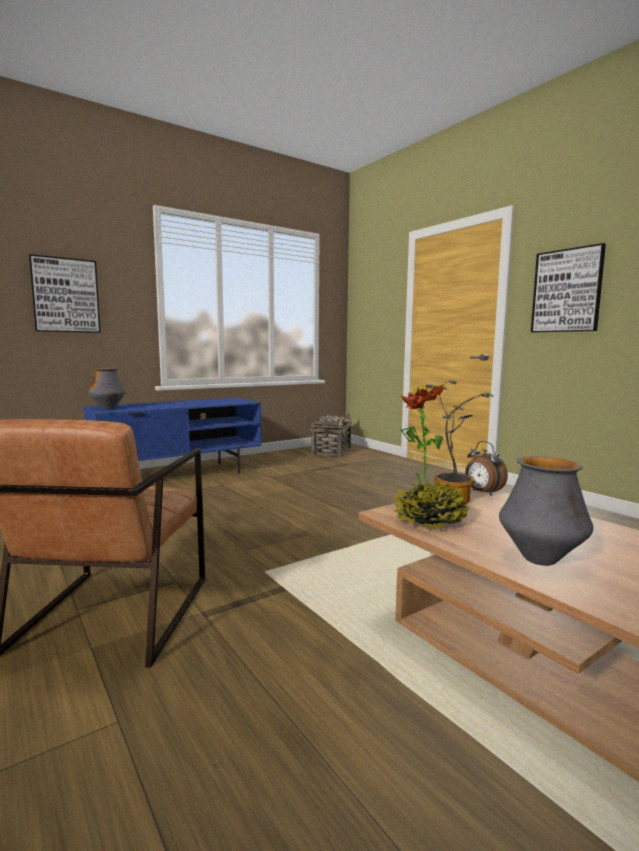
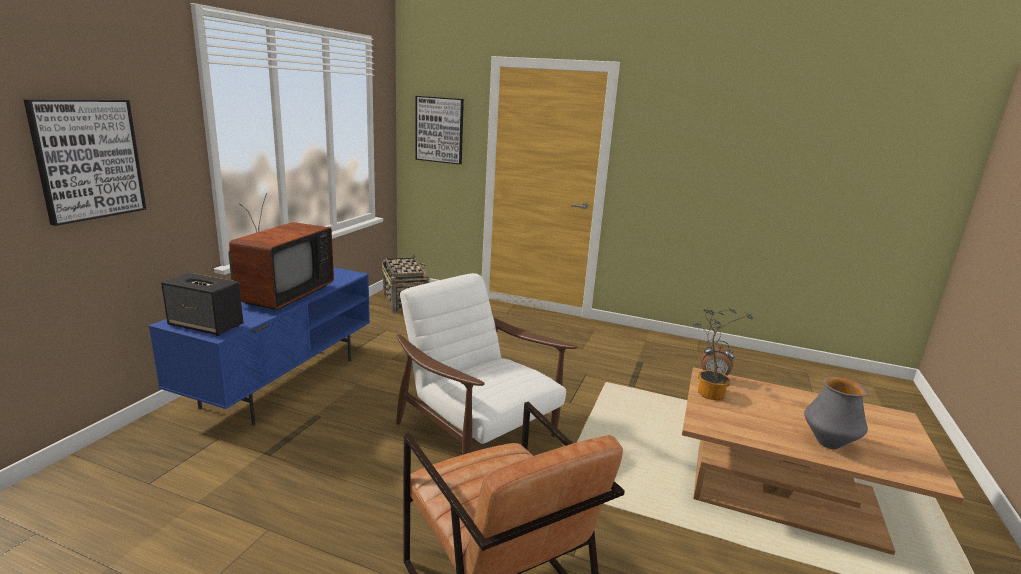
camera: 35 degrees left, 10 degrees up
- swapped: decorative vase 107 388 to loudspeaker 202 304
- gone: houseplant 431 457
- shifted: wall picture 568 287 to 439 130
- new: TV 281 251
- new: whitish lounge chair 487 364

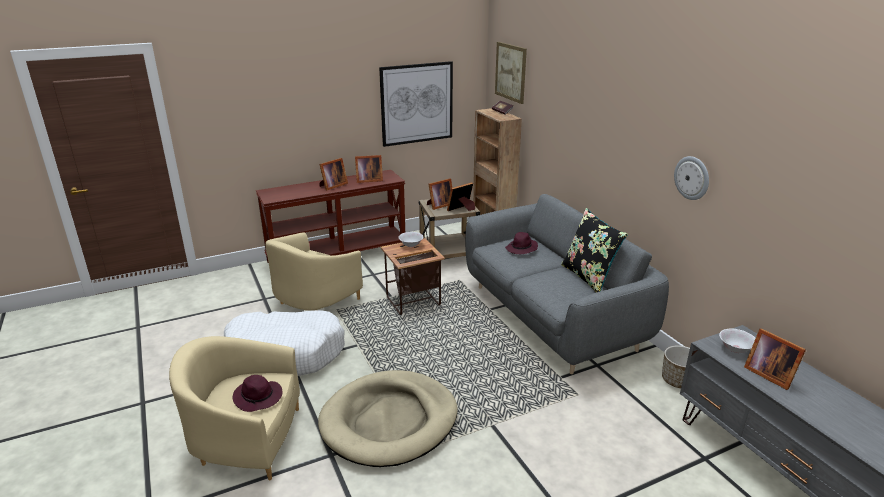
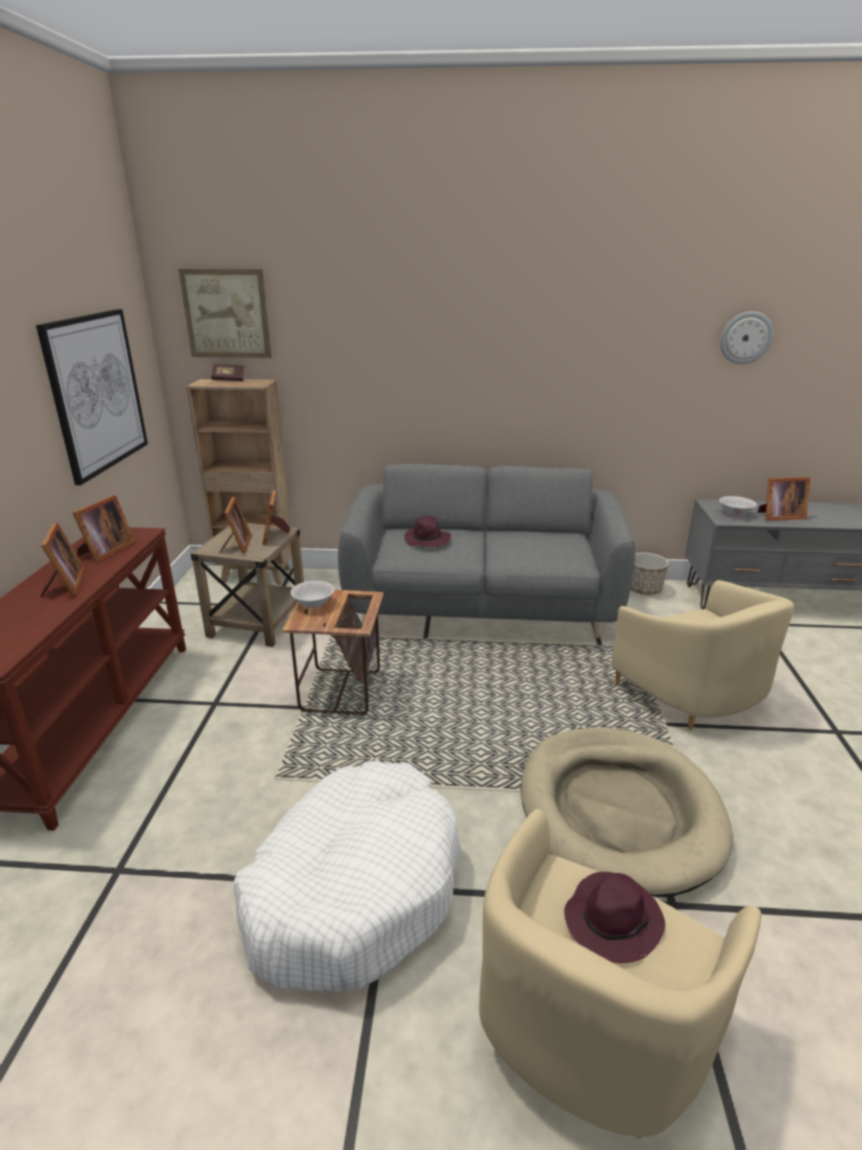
camera: 60 degrees left, 0 degrees up
- shifted: beige lounge chair 314 271 to 702 655
- gone: blackish cushion 594 250
- shifted: hanging clock 691 178 to 747 337

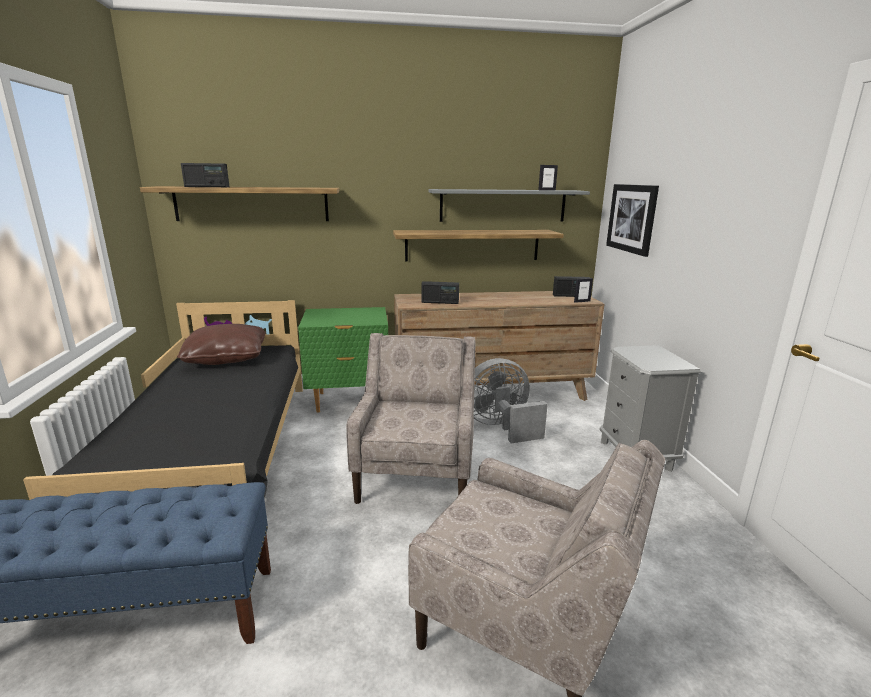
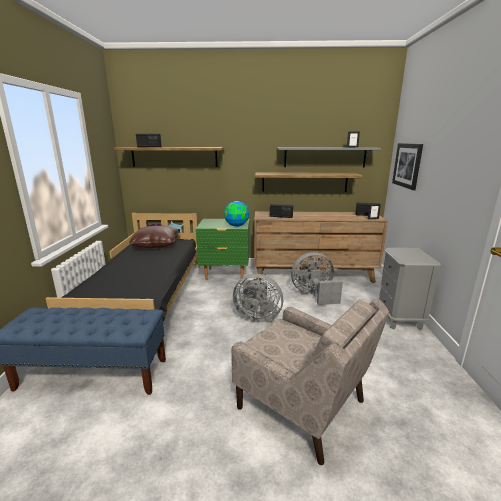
camera: 10 degrees right, 0 degrees up
- swapped: beige lounge chair 411 418 to gray electric fan 258 298
- new: desk globe 236 214

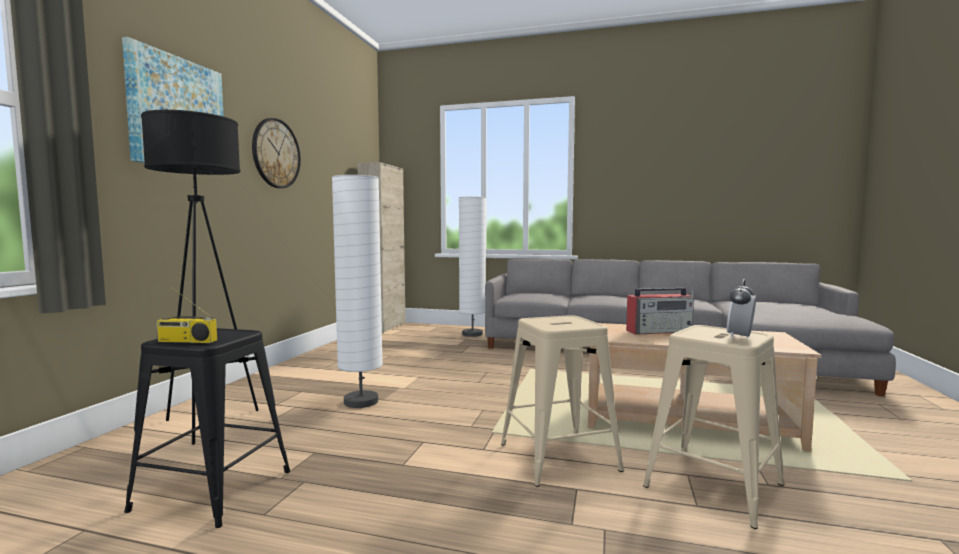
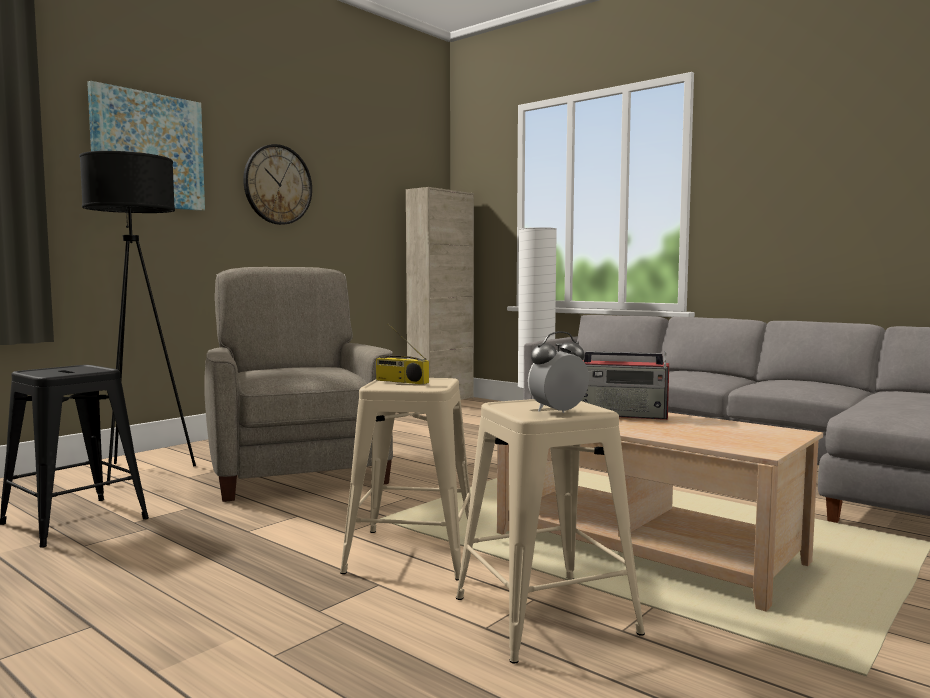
camera: 25 degrees right, 0 degrees up
- shifted: radio set 186 314 to 402 354
- swapped: whitish standard lamp 357 291 to beige lounge chair 298 384

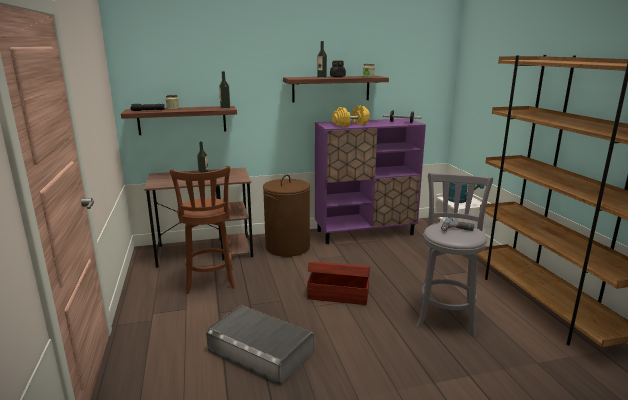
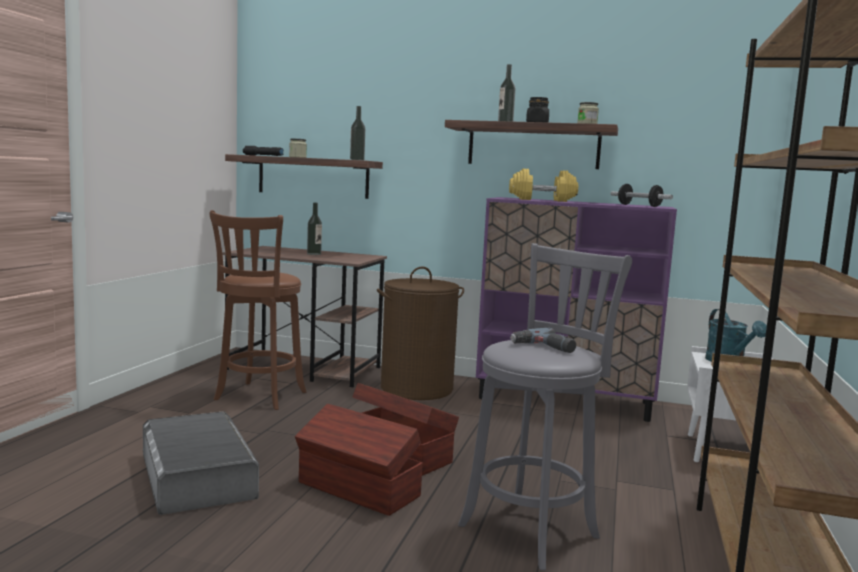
camera: 30 degrees right, 10 degrees down
- new: brown storage box 359 460

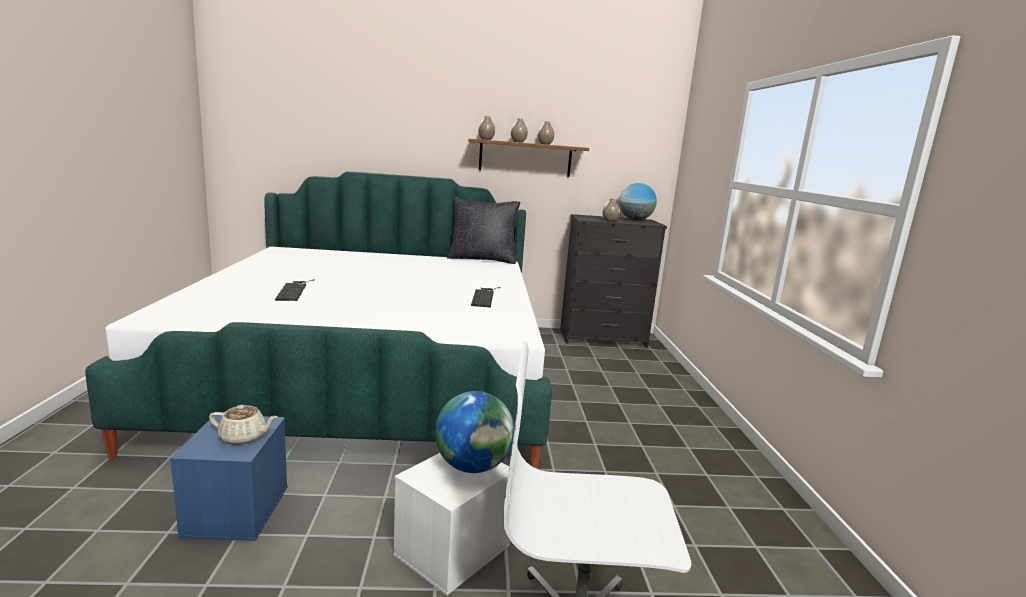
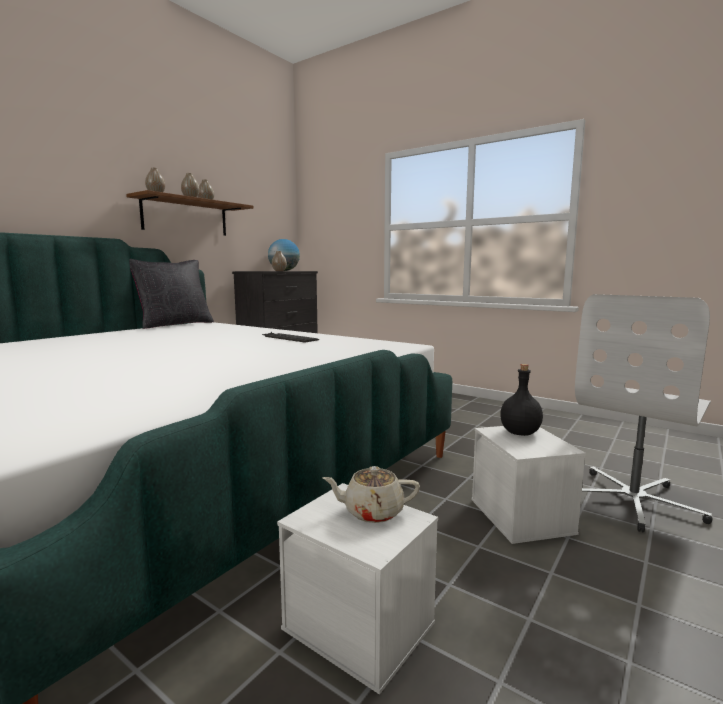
camera: 50 degrees left, 5 degrees down
- repainted: blue-coloured storage box 229 478 to whitish storage box 357 589
- rotated: beige teapot 243 425 = 371 494 135 degrees counterclockwise
- gone: keyboard 294 290
- swapped: desk globe 474 432 to blackish bottle 521 400

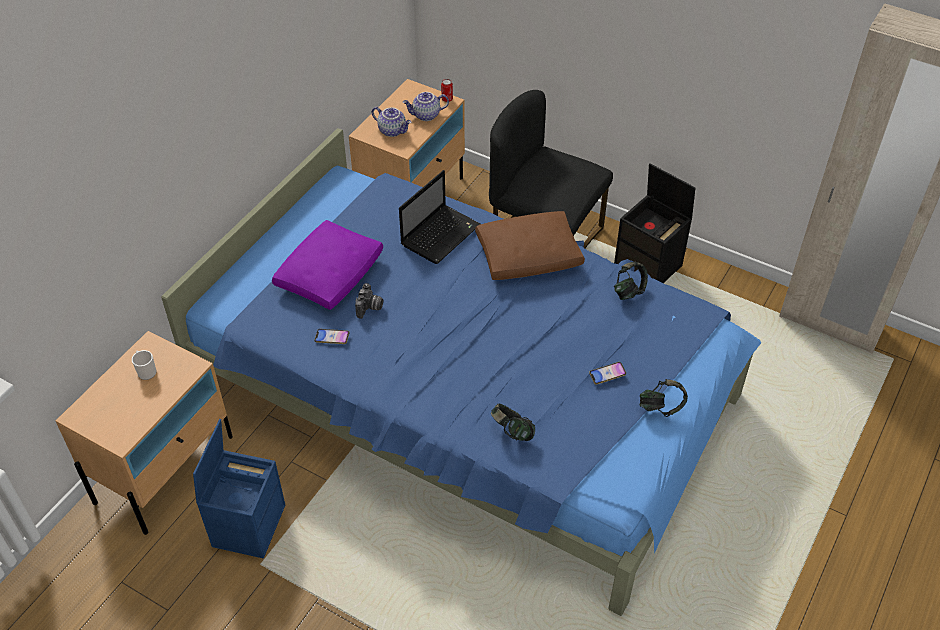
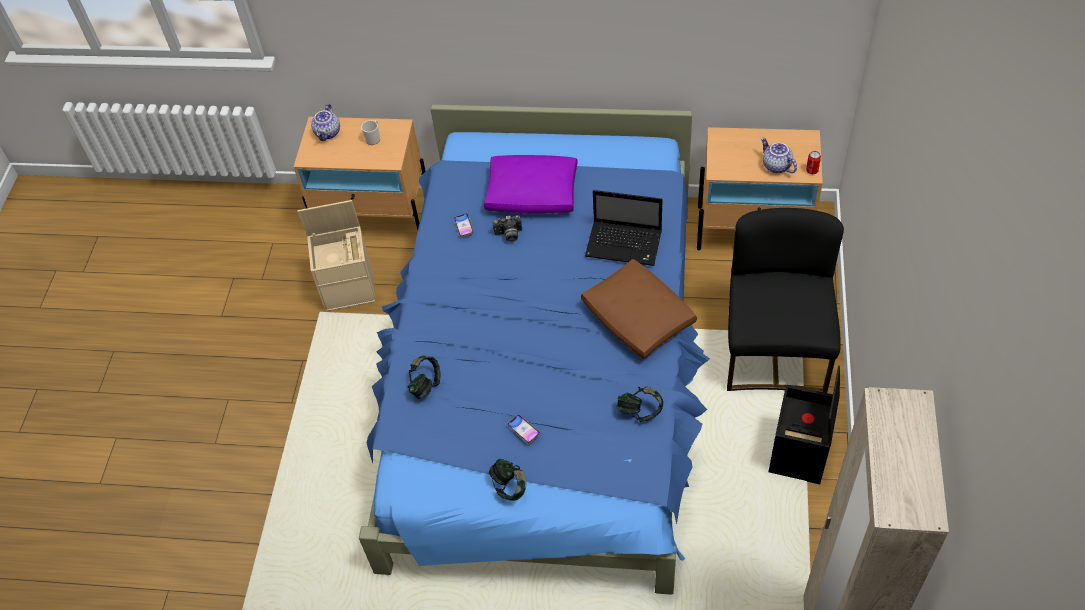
camera: 70 degrees right, 5 degrees up
- repainted: blue-coloured storage box 239 488 to beige storage box 337 256
- shifted: teapot 391 122 to 325 122

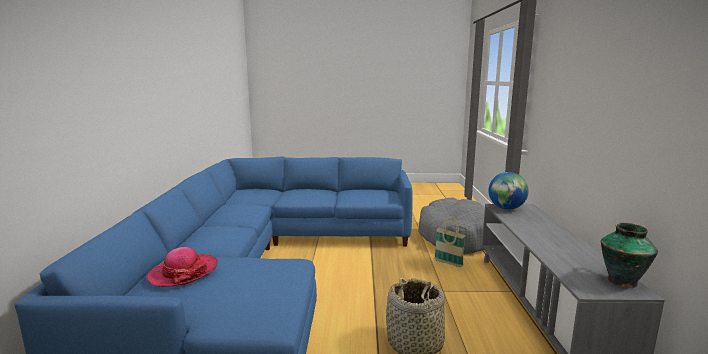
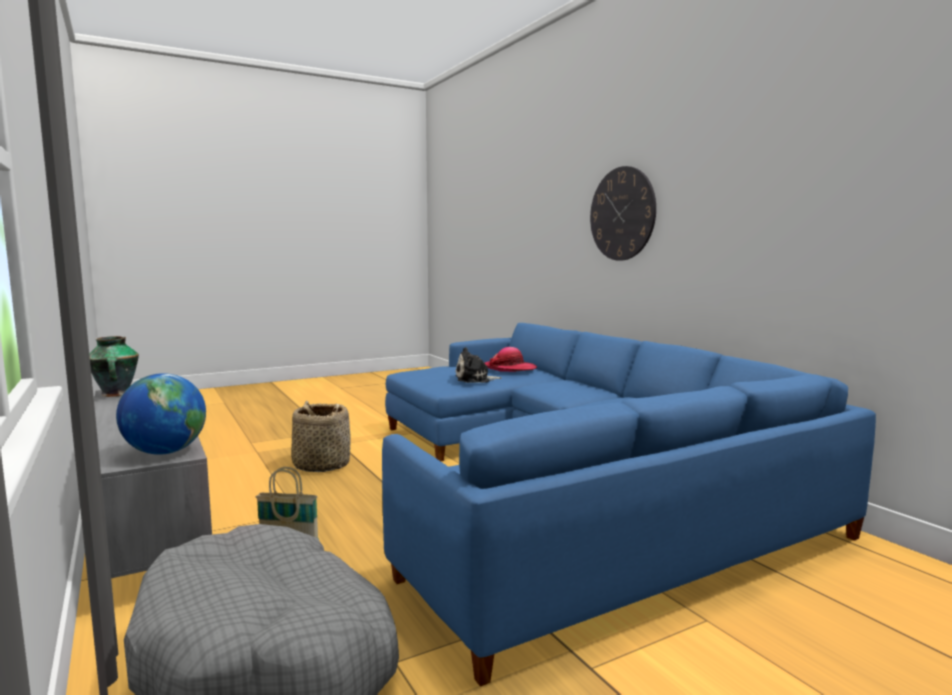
camera: 150 degrees right, 5 degrees down
- new: soft toy 478 365
- new: hanging clock 623 213

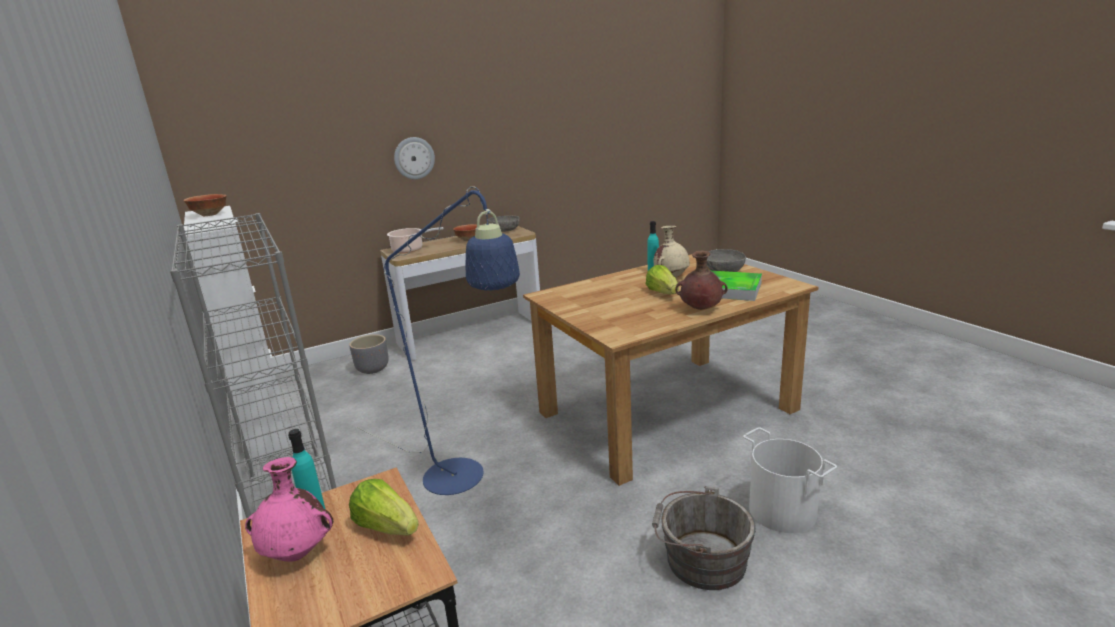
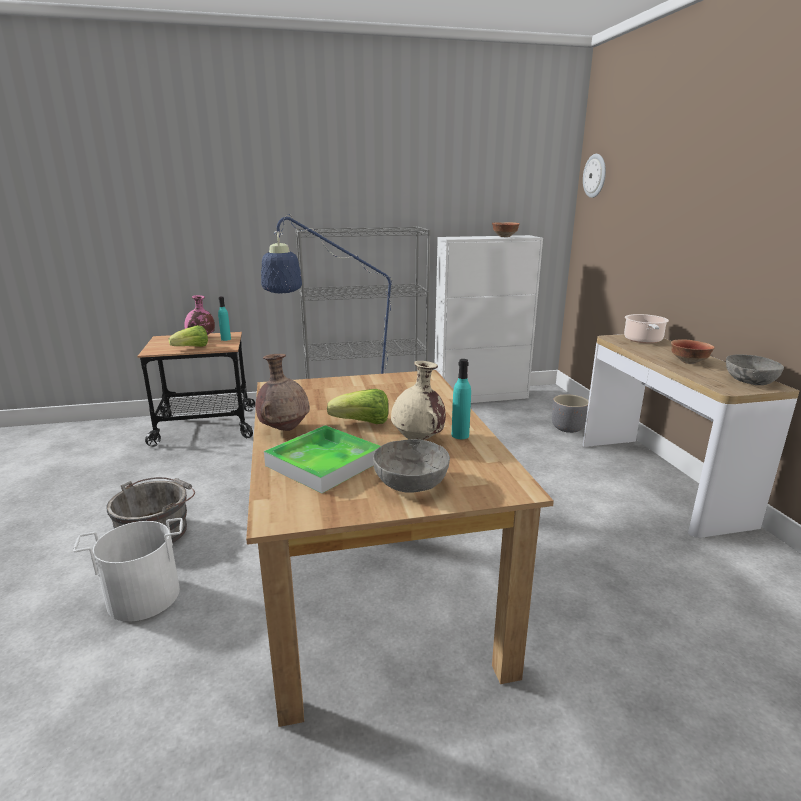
camera: 105 degrees right, 0 degrees up
- shifted: hanging clock 414 158 to 594 176

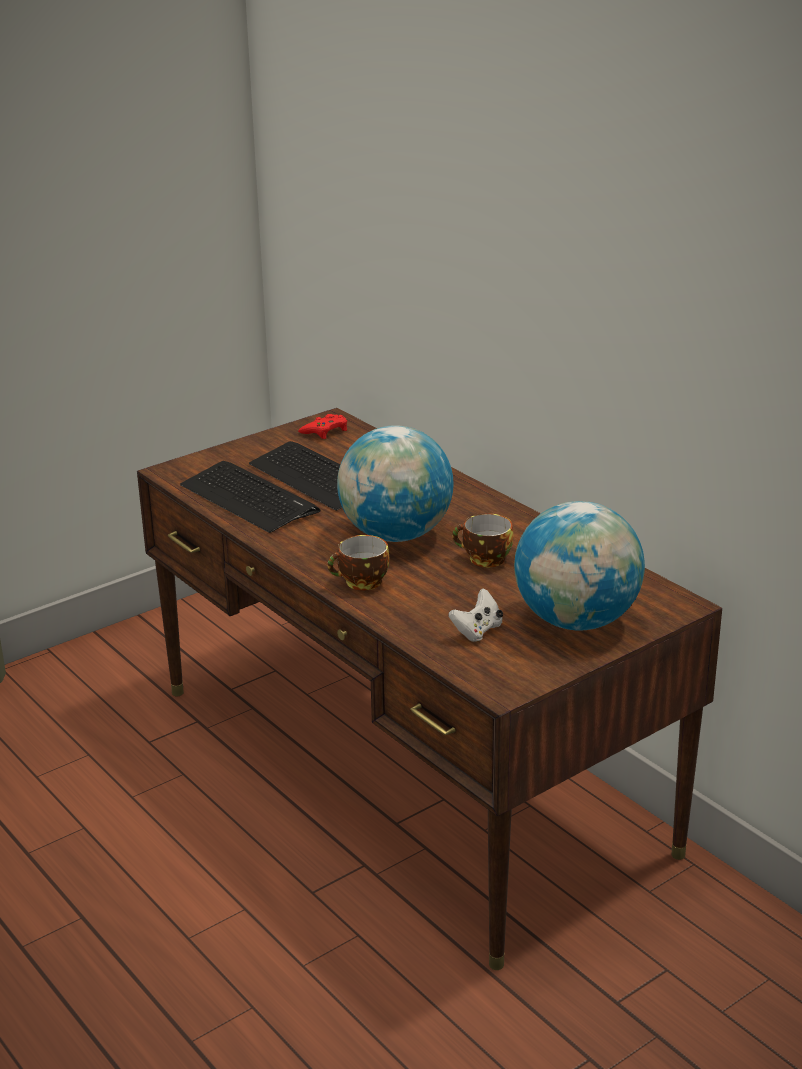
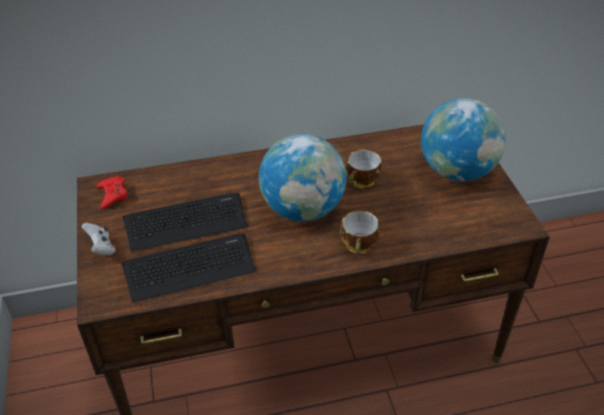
camera: 65 degrees left, 15 degrees up
- shifted: whitish game controller 476 615 to 99 239

